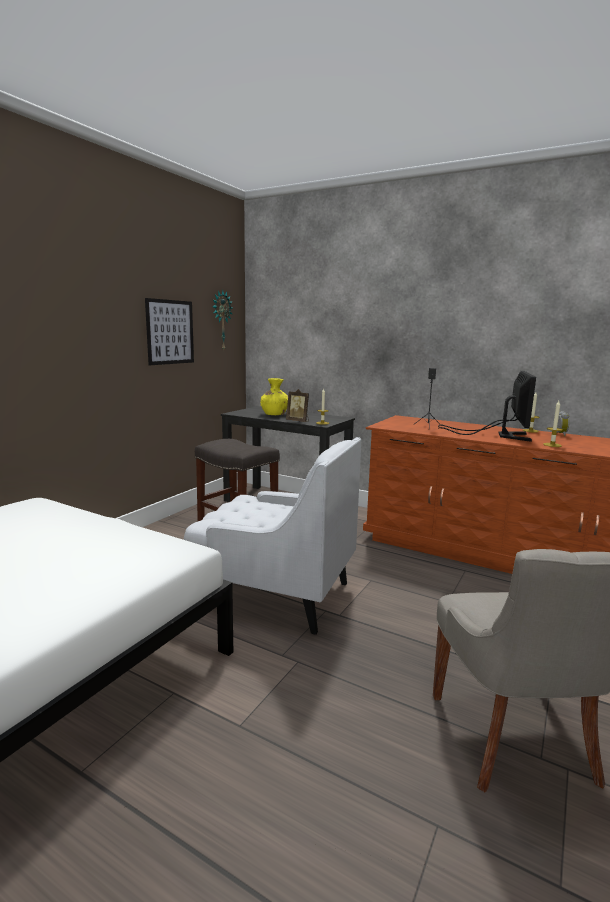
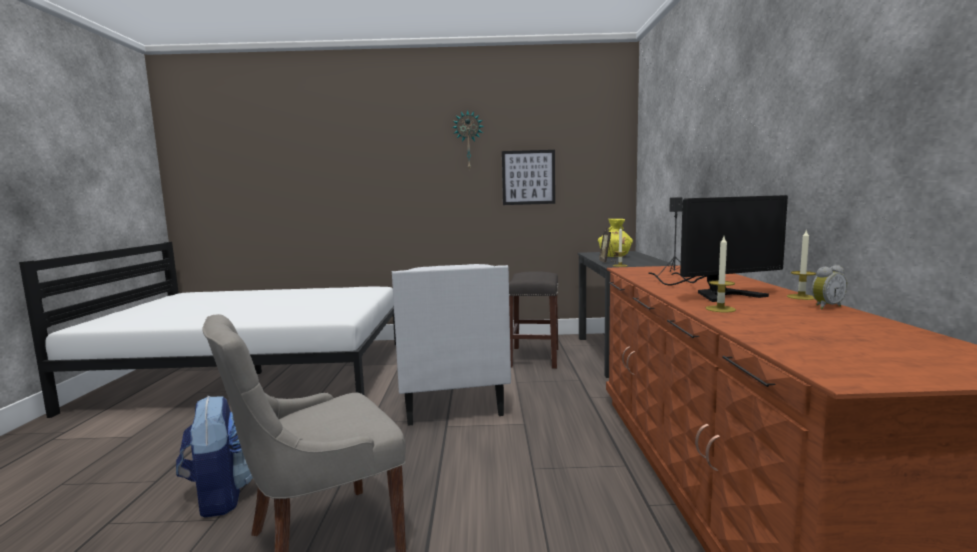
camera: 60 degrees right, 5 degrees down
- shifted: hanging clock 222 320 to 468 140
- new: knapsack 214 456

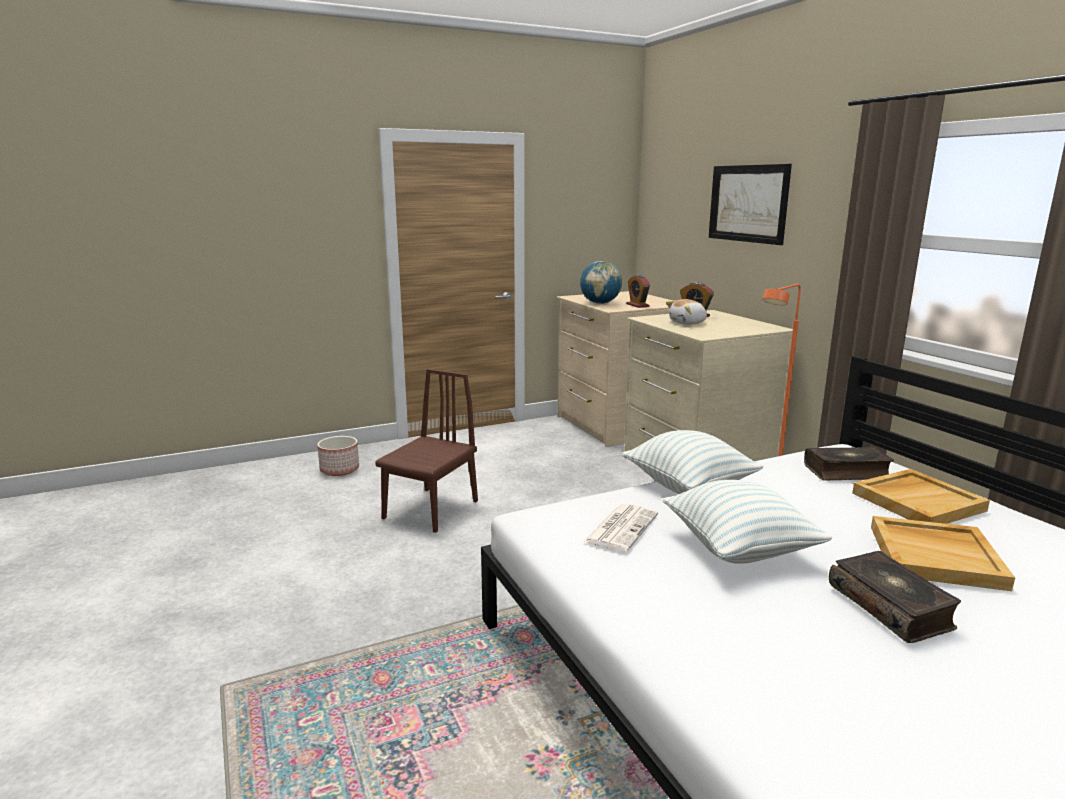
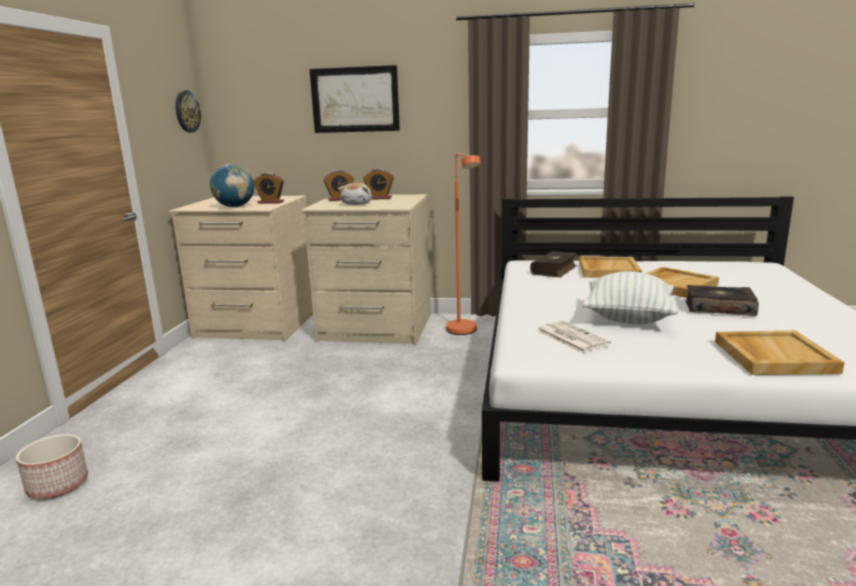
camera: 55 degrees left, 0 degrees up
- gone: brown chair 426 451
- gone: cushion 693 462
- new: hanging clock 188 111
- new: bedside clock 378 184
- new: beige tray 780 353

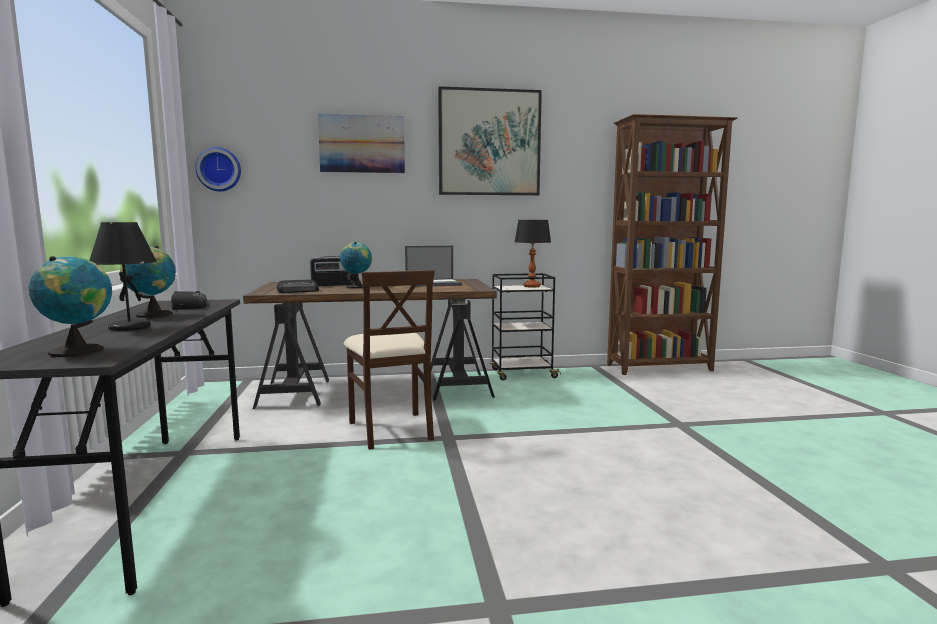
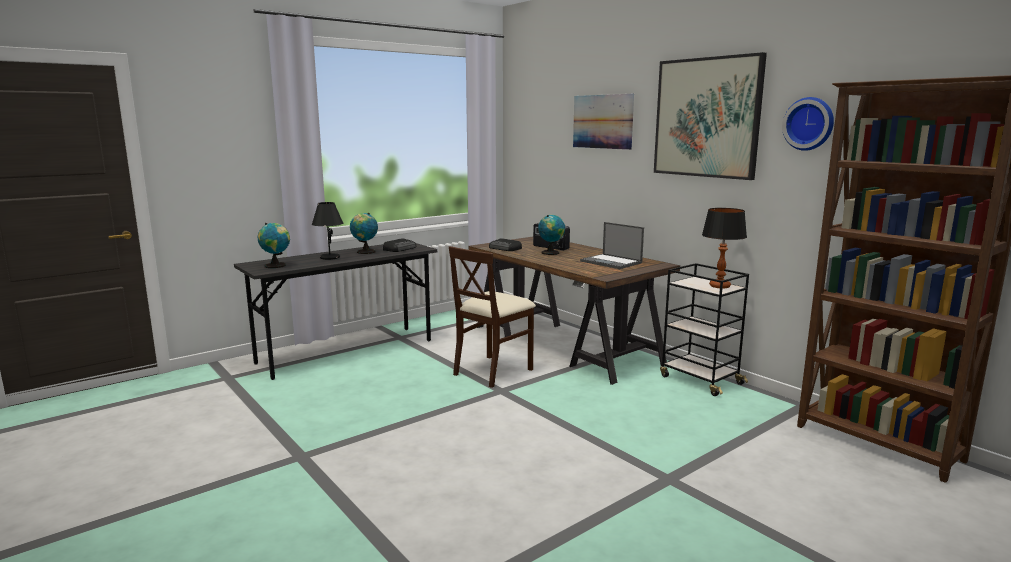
camera: 60 degrees right, 5 degrees up
- shifted: hanging clock 218 169 to 808 124

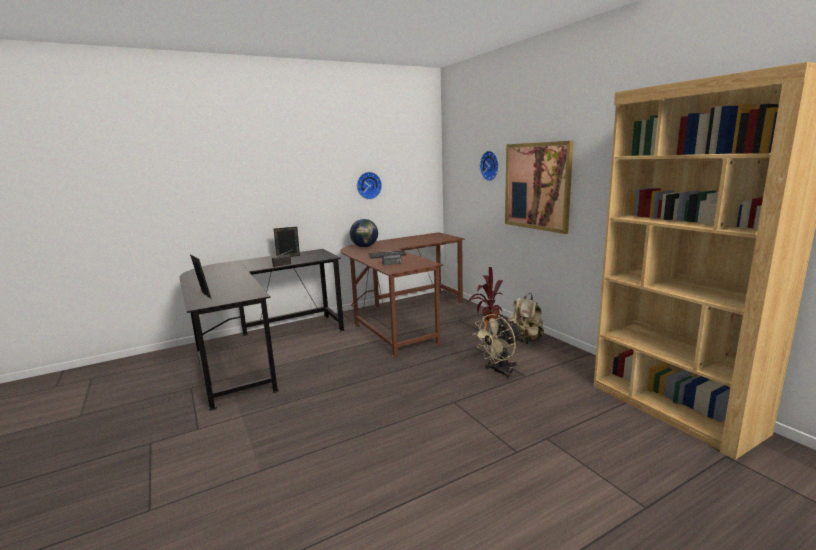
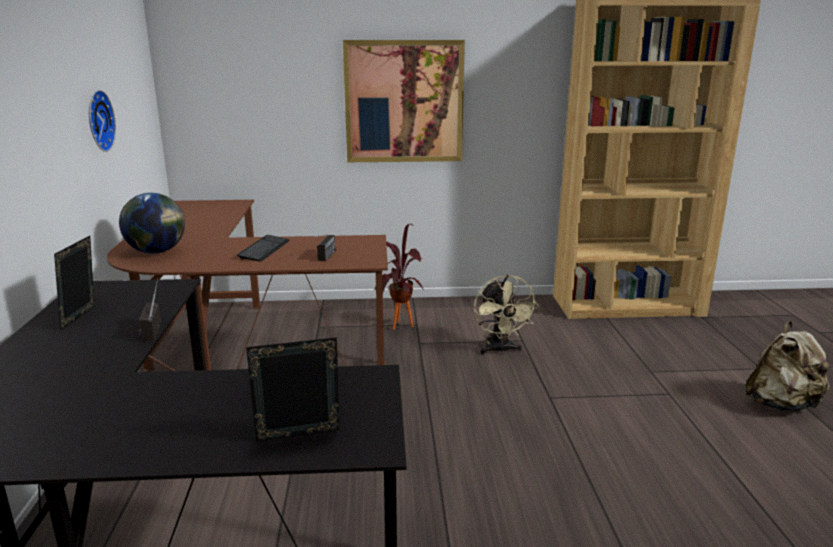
camera: 65 degrees left, 5 degrees up
- gone: hanging clock 489 166
- shifted: beige knapsack 526 318 to 788 366

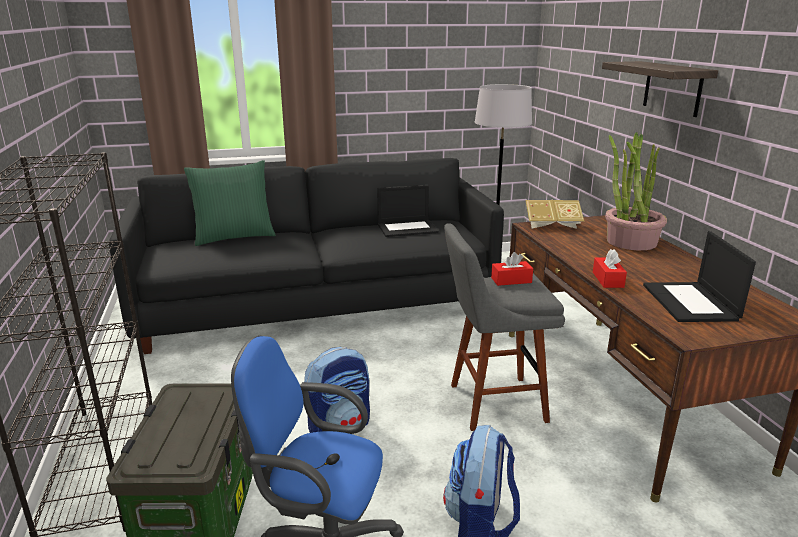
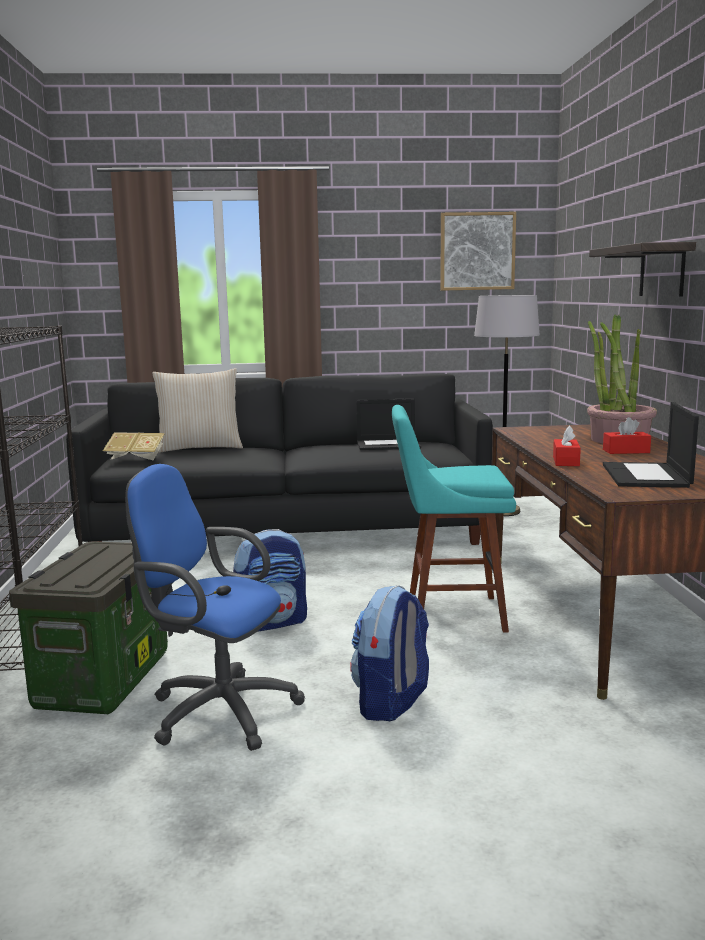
camera: 10 degrees right, 10 degrees down
- repainted: greenish cushion 230 203 to beige cushion 197 410
- repainted: gray sitting stool 504 327 to turquoise sitting stool 454 519
- shifted: red-coloured tissue box 512 269 to 627 435
- shifted: bound book 554 214 to 134 446
- new: wall picture 478 251

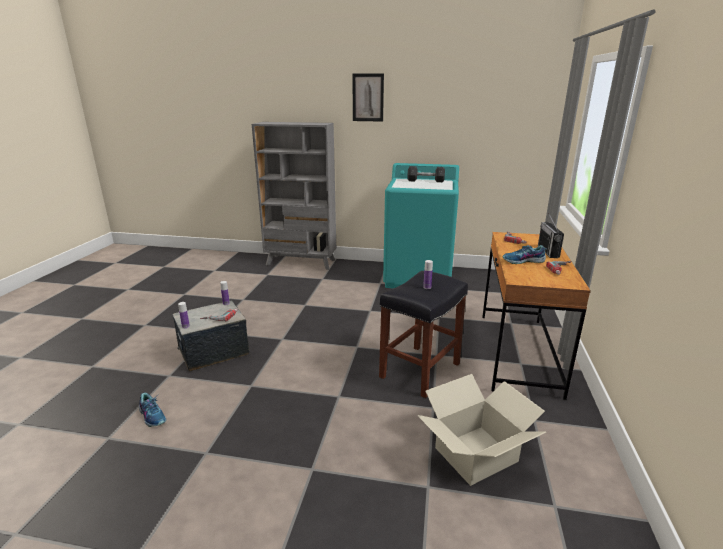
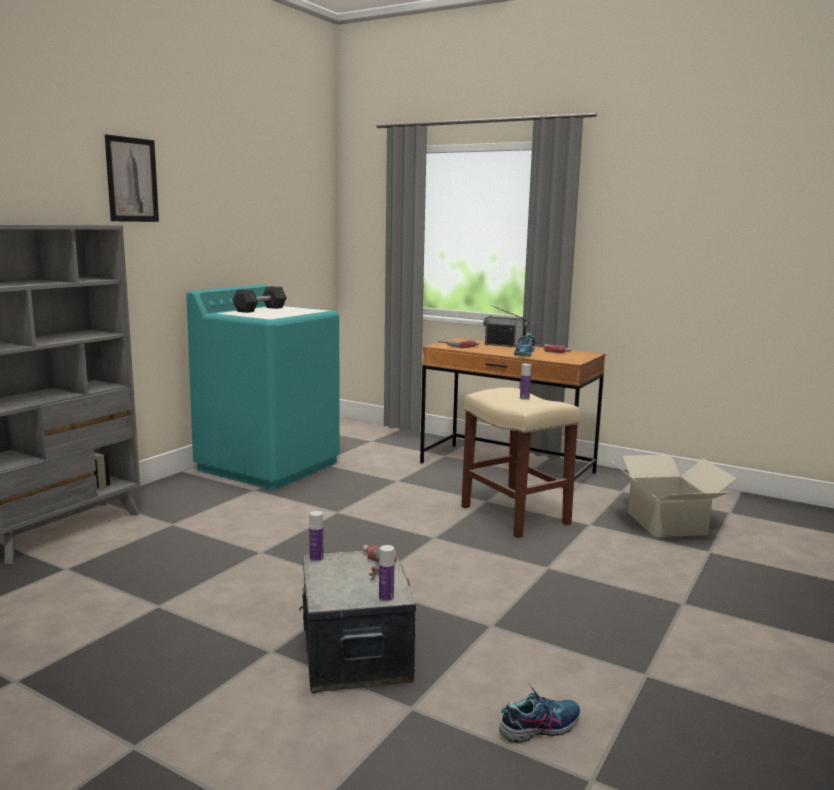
camera: 70 degrees left, 10 degrees down
- repainted: blackish sitting stool 423 334 to beige sitting stool 520 462

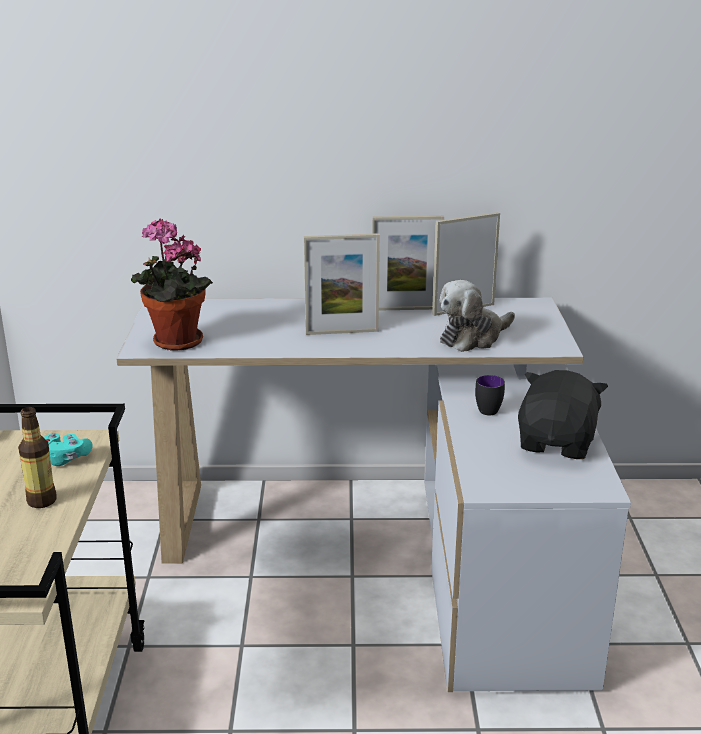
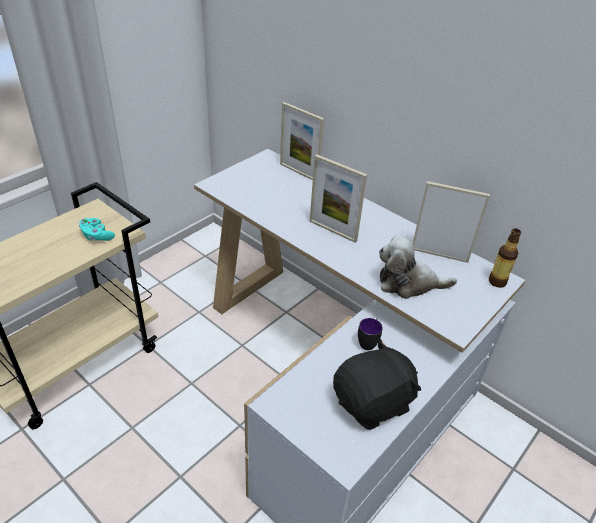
camera: 40 degrees right, 15 degrees up
- shifted: bottle 37 457 to 505 258
- gone: houseplant 172 284
- shifted: photo frame 408 262 to 302 141

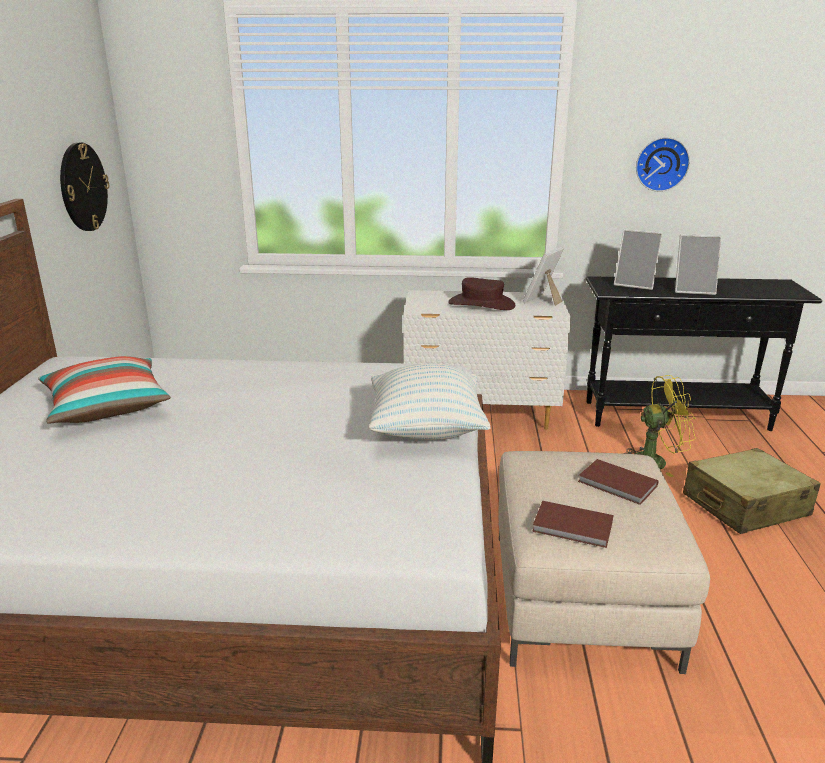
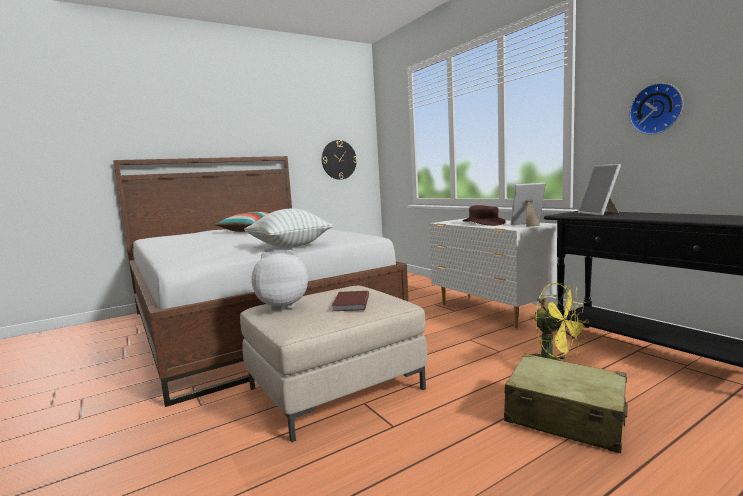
camera: 55 degrees right, 15 degrees down
- swapped: brown bound book 573 524 to soft toy 279 280
- gone: photo frame 698 264

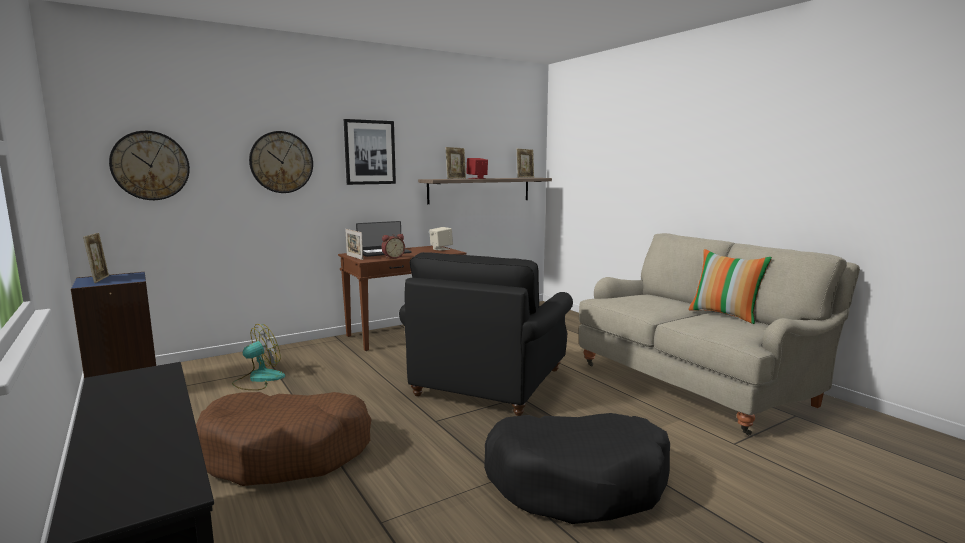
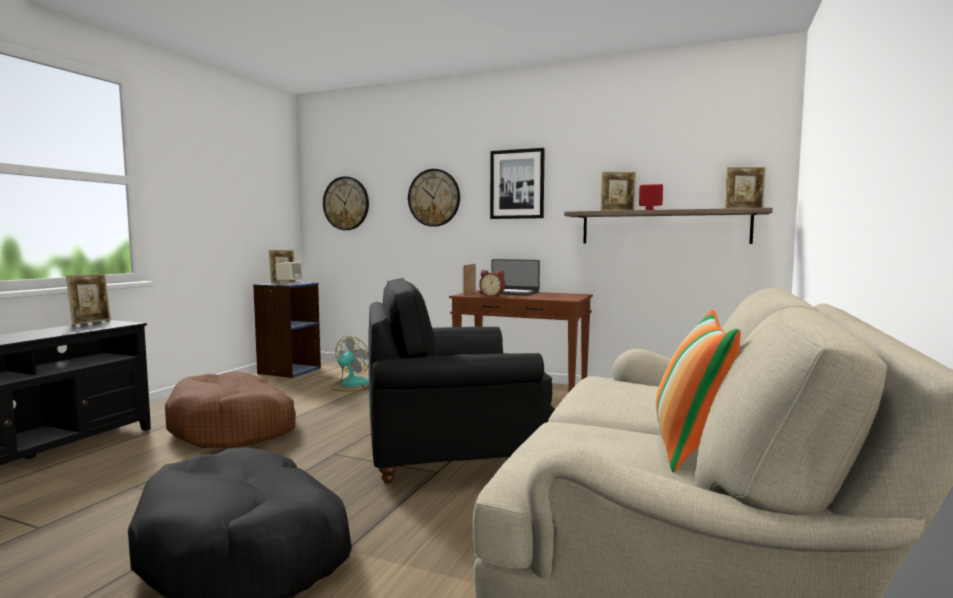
camera: 55 degrees right, 5 degrees down
- rotated: electric fan 258 357 = 350 363 75 degrees counterclockwise
- shifted: beige loudspeaker 441 239 to 288 273
- new: photo frame 88 299

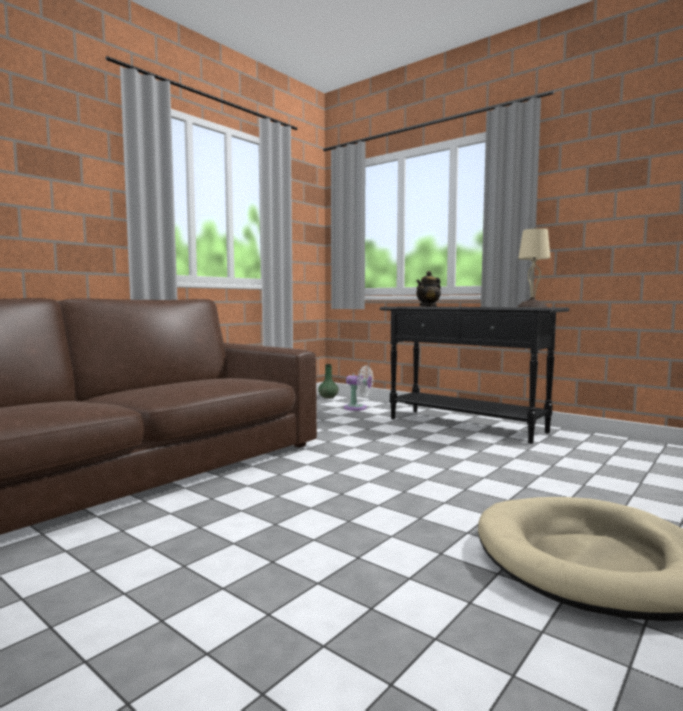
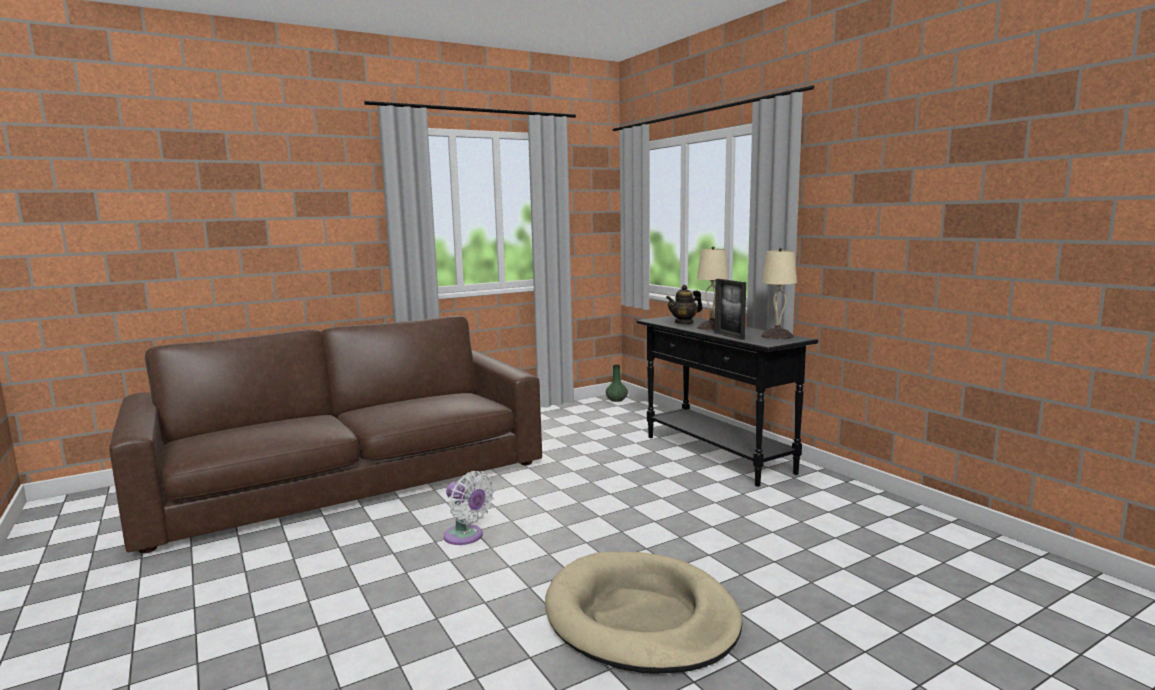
camera: 20 degrees right, 5 degrees up
- shifted: whitish electric fan 358 388 to 469 508
- new: beige tabletop lamp 713 288
- new: photo frame 730 309

